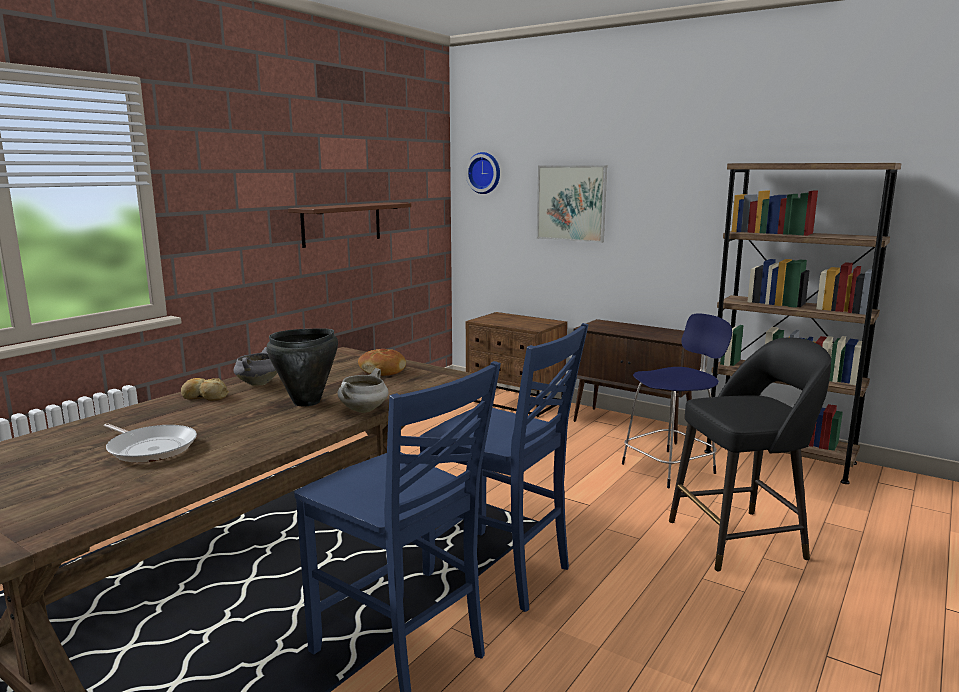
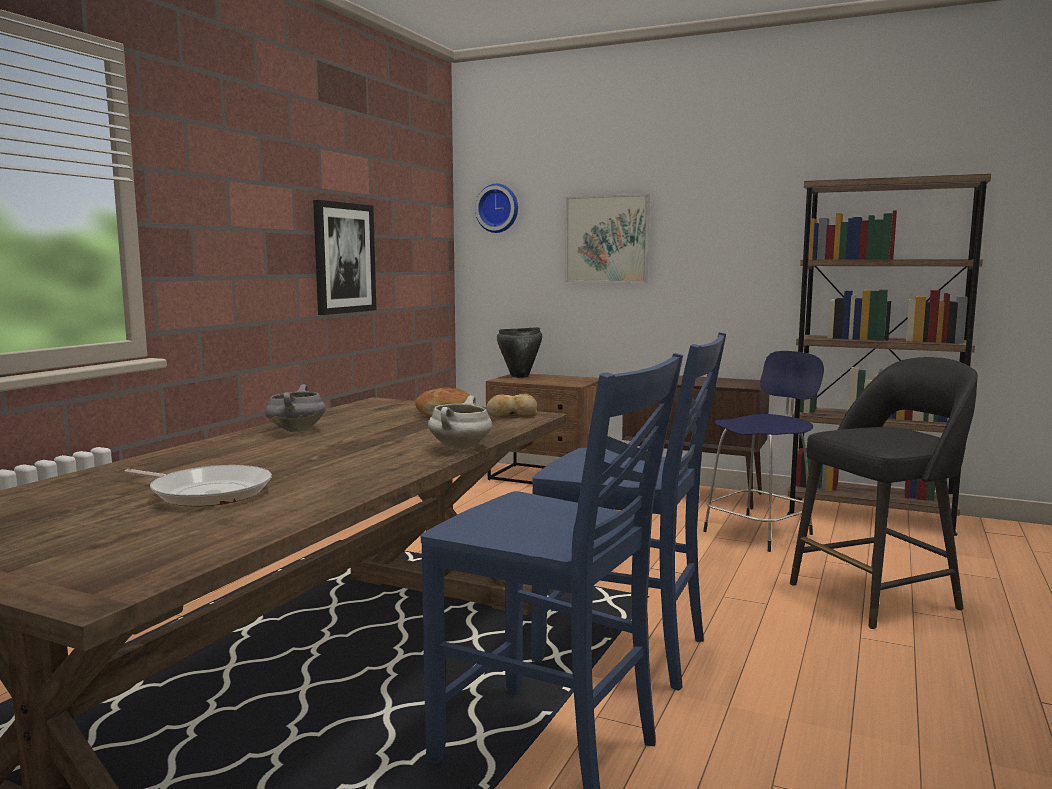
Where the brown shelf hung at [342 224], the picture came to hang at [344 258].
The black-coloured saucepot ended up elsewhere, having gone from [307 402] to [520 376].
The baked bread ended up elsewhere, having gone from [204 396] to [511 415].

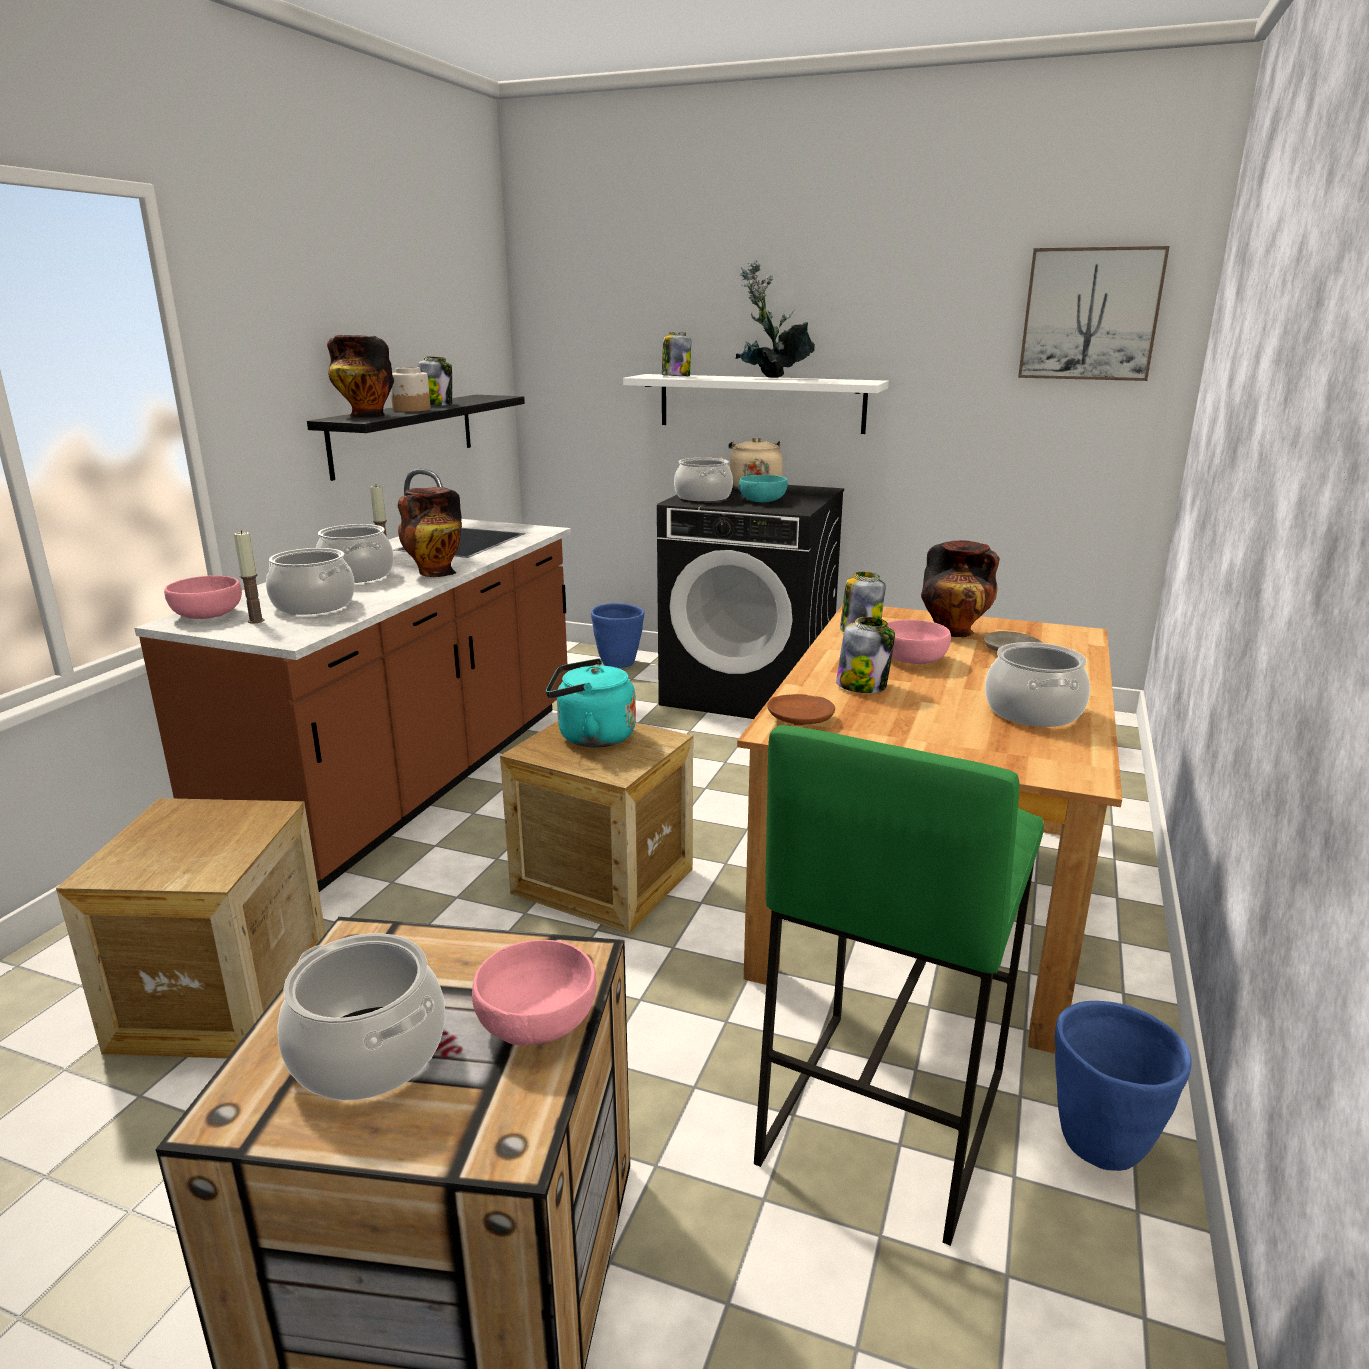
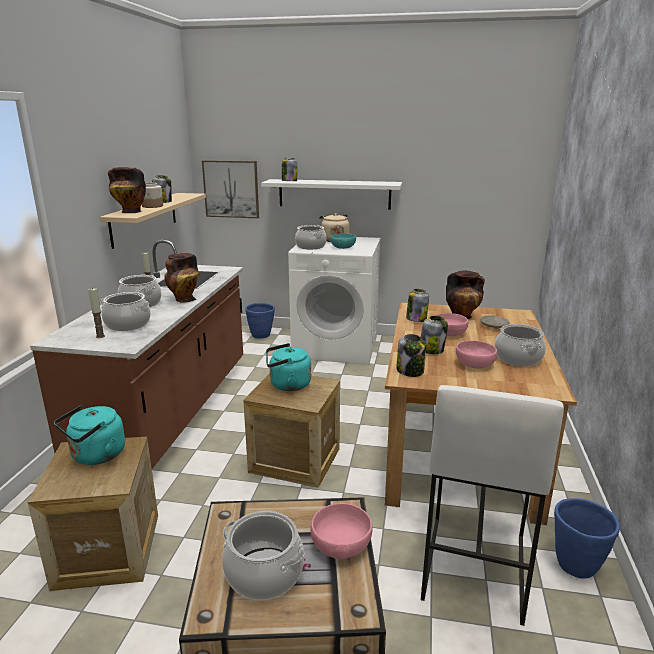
The picture ended up elsewhere, having gone from [1090 314] to [231 189].
The second view lost the houseplant at [770 378].
What was the black-coloured shelf at [404 434] turned into the beige-coloured shelf at [144 218].
What was the black-coloured laundry machine at [750 691] turned into the whitish laundry machine at [336 347].
The pink-coloured serving bowl ended up elsewhere, having gone from [206 615] to [474 364].
Where the brown dinner plate stood at [801 719], the jar came to stand at [410 371].
What was the greenish stool at [881 1114] turned into the whitish stool at [473 566].
The second view gained the turquoise kettle at [96 456].

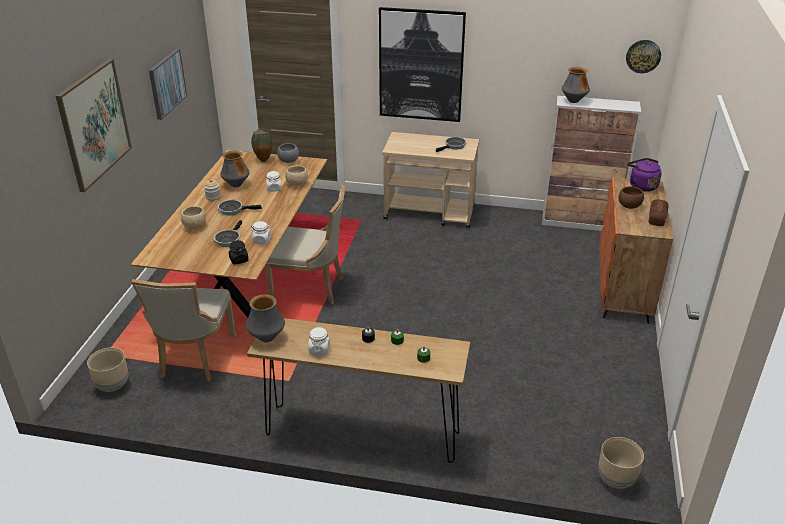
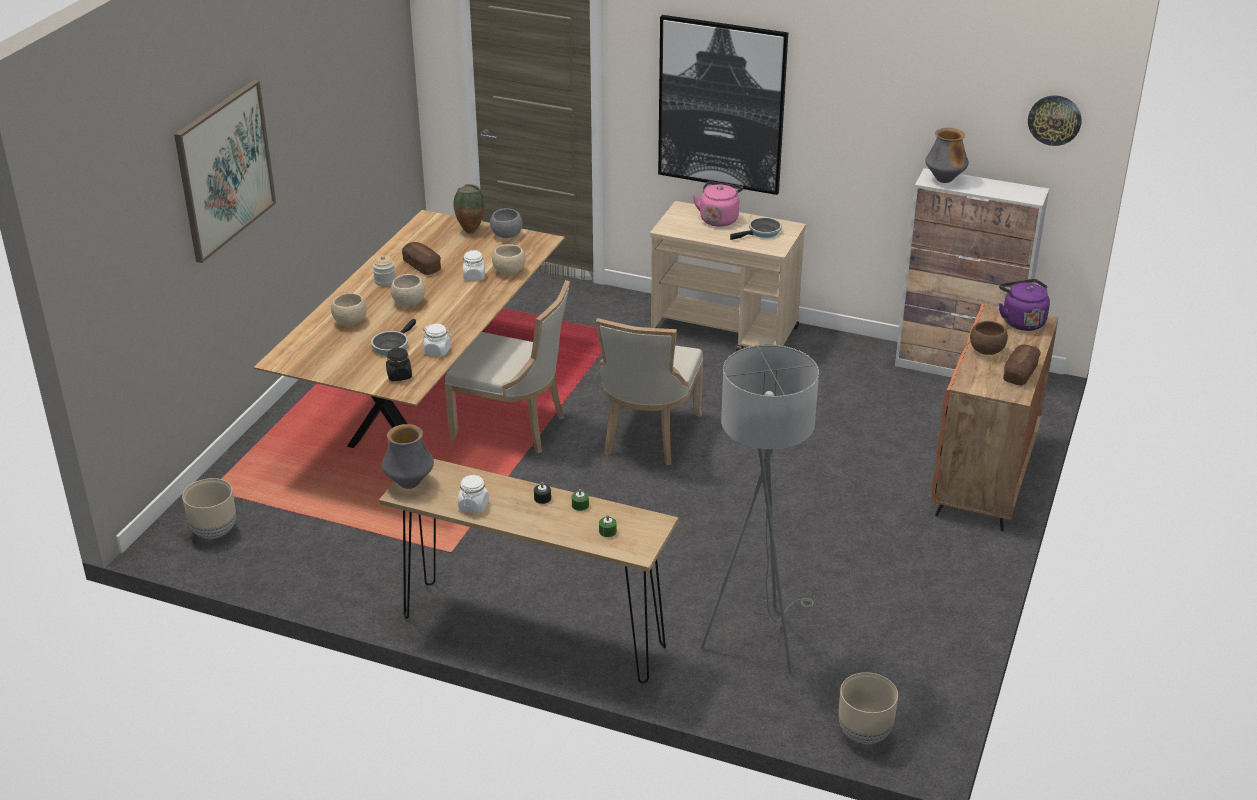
The second view lost the picture at [166 83].
Where the vase stood at [236 185], the baked bread came to stand at [422 266].
Where the frying pan stood at [233 210], the beige-coloured serving bowl came to stand at [408 303].
The beige-coloured plain chair ended up elsewhere, having gone from [194 358] to [647 436].
The second view gained the pink-coloured kettle at [719 219].
The second view gained the gray floor lamp at [757 637].

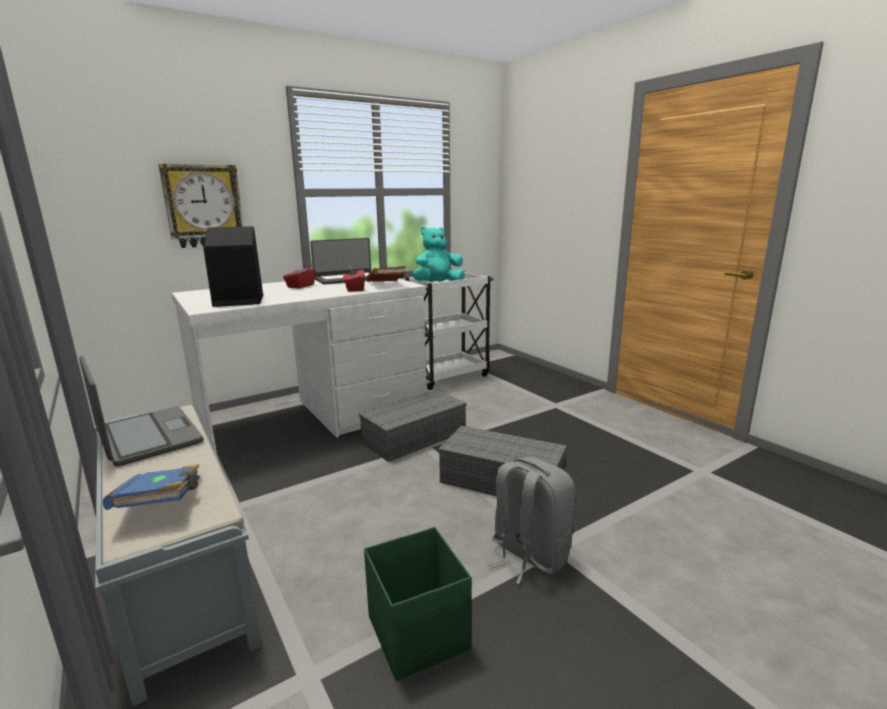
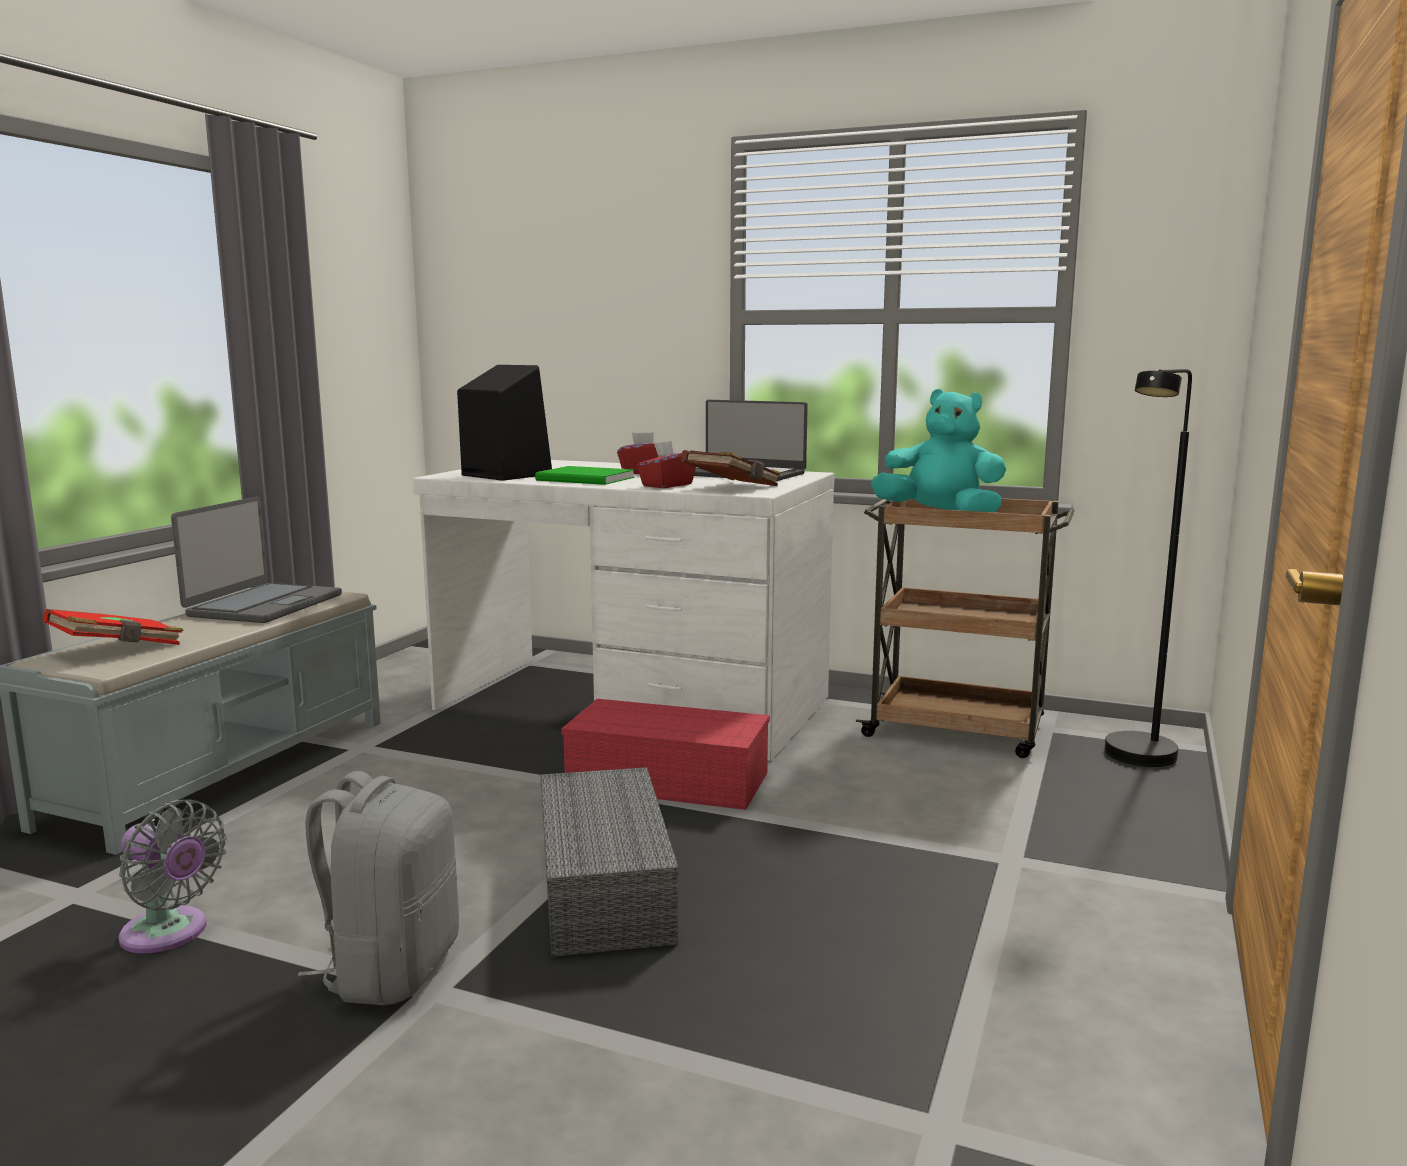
The second view lost the hanging clock at [204 206].
What was the whitish wheeled cart at [448 376] turned into the brown wheeled cart at [958 730].
What was the gray storage container at [415 436] turned into the red storage container at [671 779].
What was the blue-coloured bound book at [163 503] turned into the red bound book at [118 649].
Where the greenish storage container stood at [418 632], the gray cooling fan came to stand at [169 934].
The second view gained the black-coloured floor lamp at [1136 760].
The second view gained the greenish bound book at [586 479].

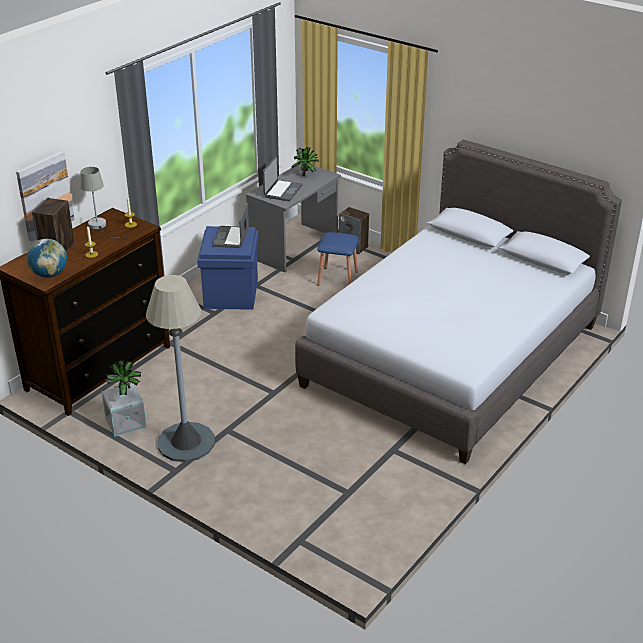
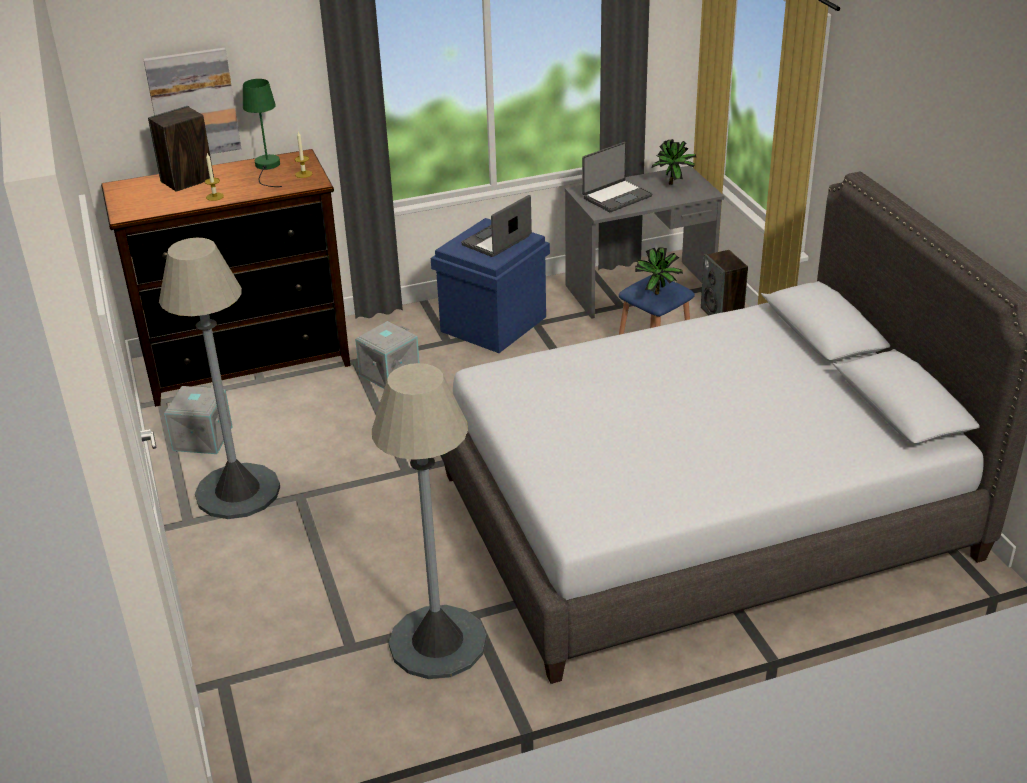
What was the gray tabletop lamp at [100 227] turned into the greenish tabletop lamp at [267 167].
The second view lost the desk globe at [49 274].
The houseplant ended up elsewhere, having gone from [126 394] to [659 295].
The second view gained the gray storage container at [389 373].
The second view gained the gray floor lamp at [437 643].

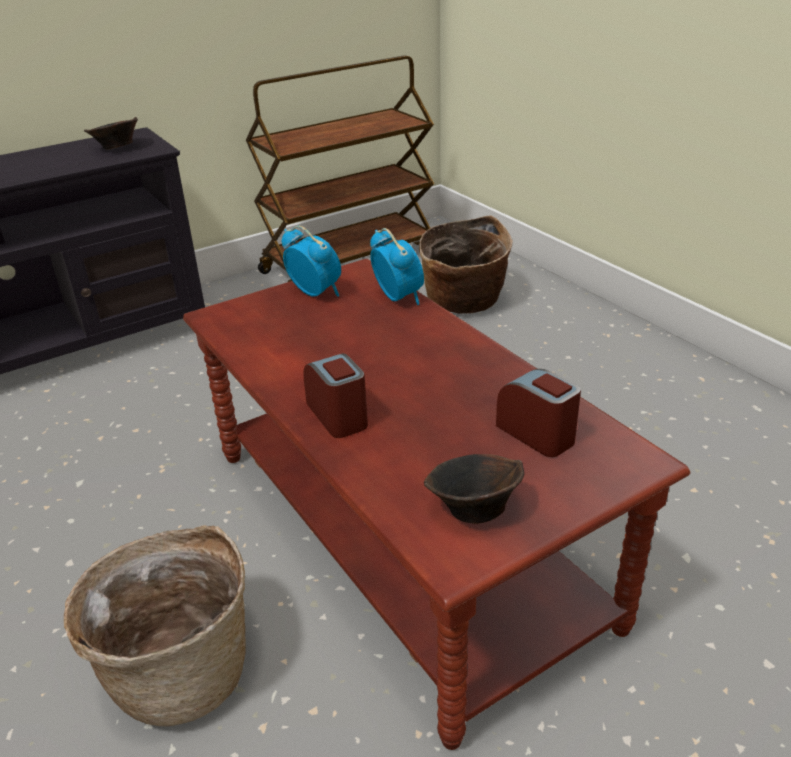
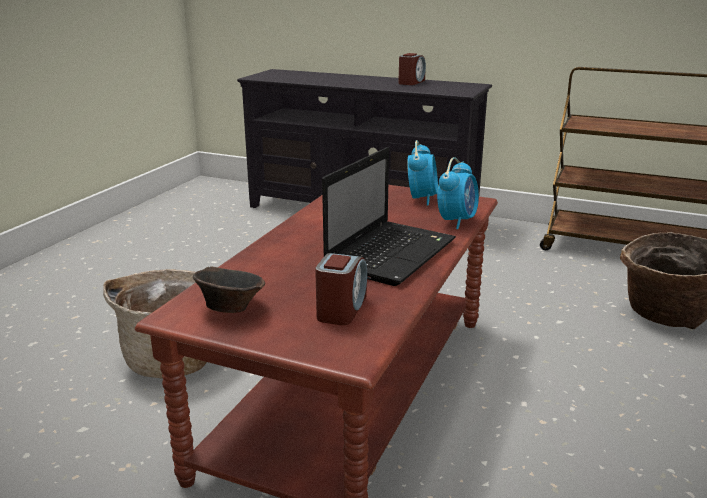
The second view lost the brown serving bowl at [116 148].
The bedside clock ended up elsewhere, having gone from [338 415] to [411 82].
The second view gained the laptop at [391 253].

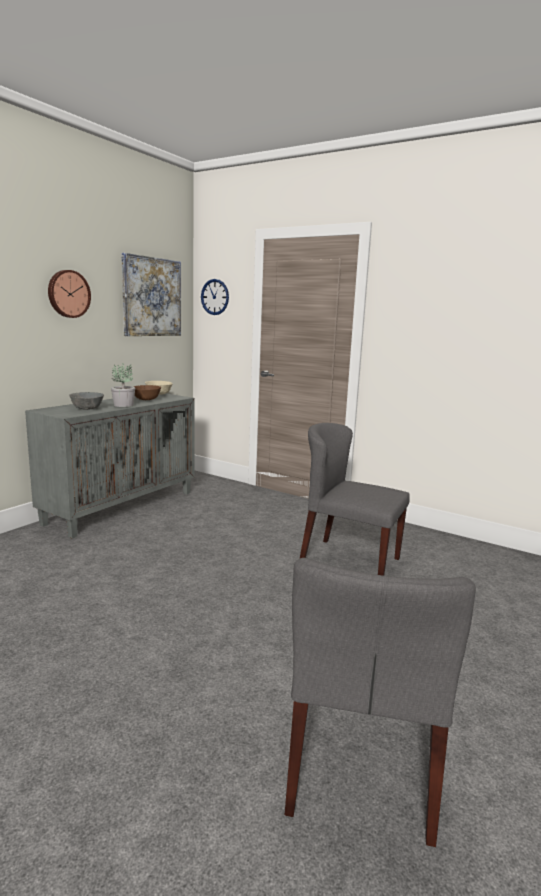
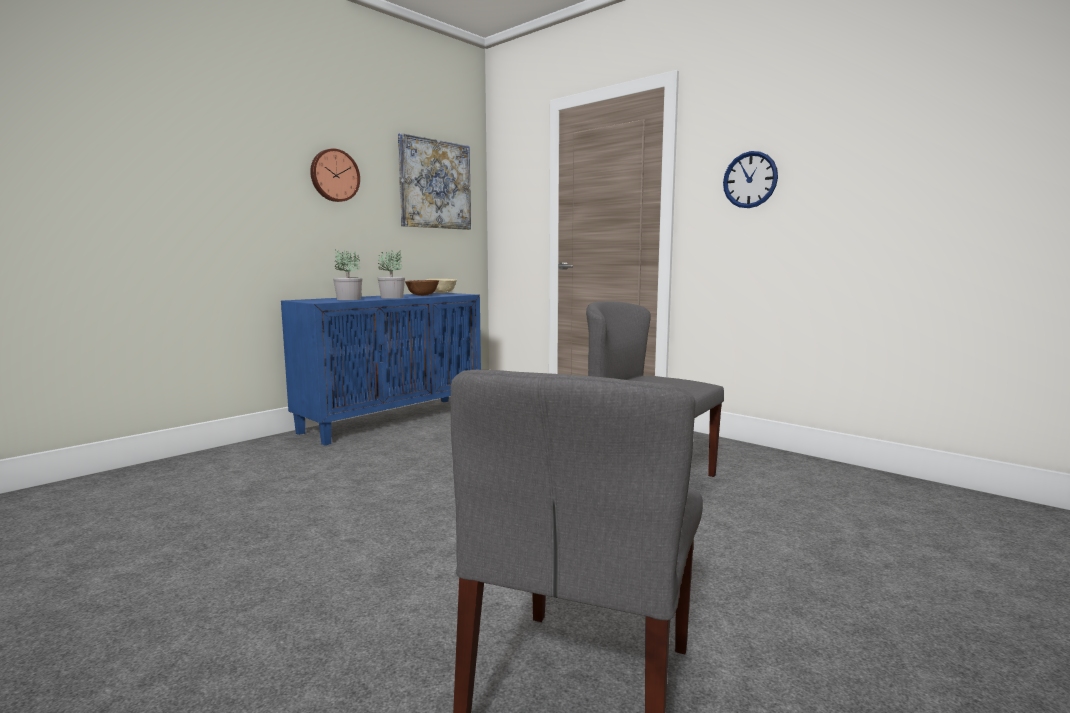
The hanging clock ended up elsewhere, having gone from [215 297] to [750 180].
Where the gray serving bowl stood at [87 409], the houseplant came to stand at [348 299].
What was the gray storage cabinet at [122 507] turned into the blue-coloured storage cabinet at [393 419].

